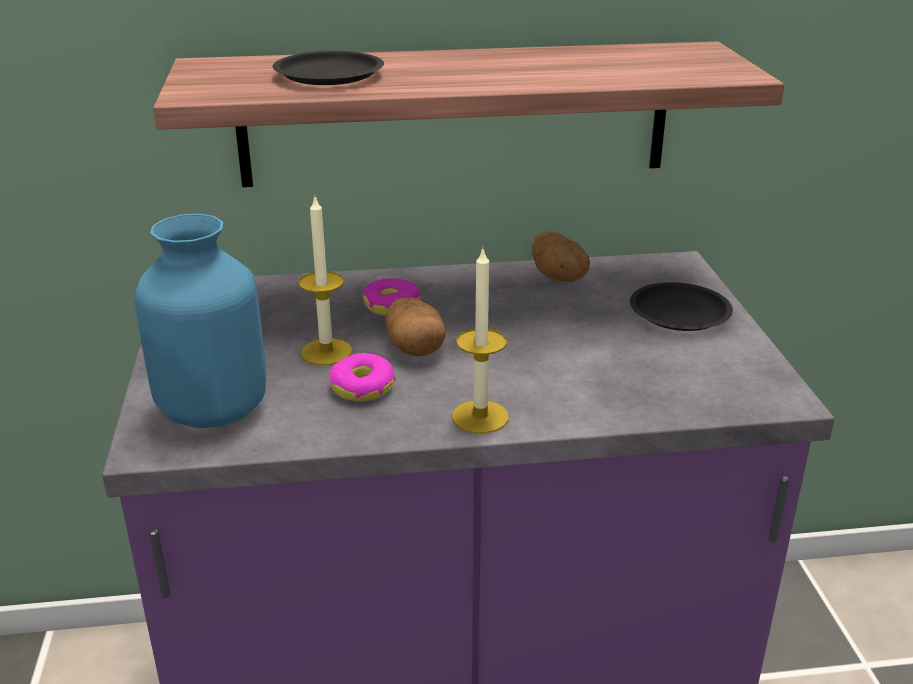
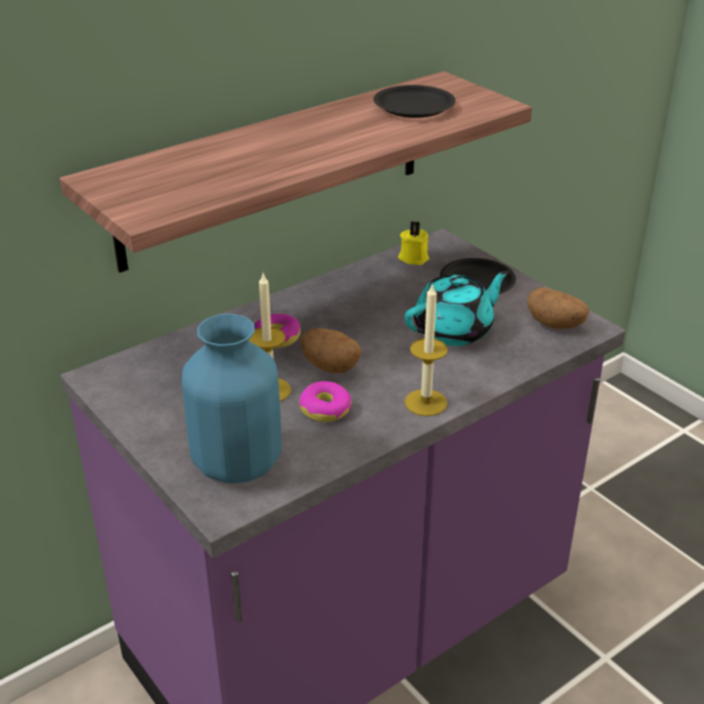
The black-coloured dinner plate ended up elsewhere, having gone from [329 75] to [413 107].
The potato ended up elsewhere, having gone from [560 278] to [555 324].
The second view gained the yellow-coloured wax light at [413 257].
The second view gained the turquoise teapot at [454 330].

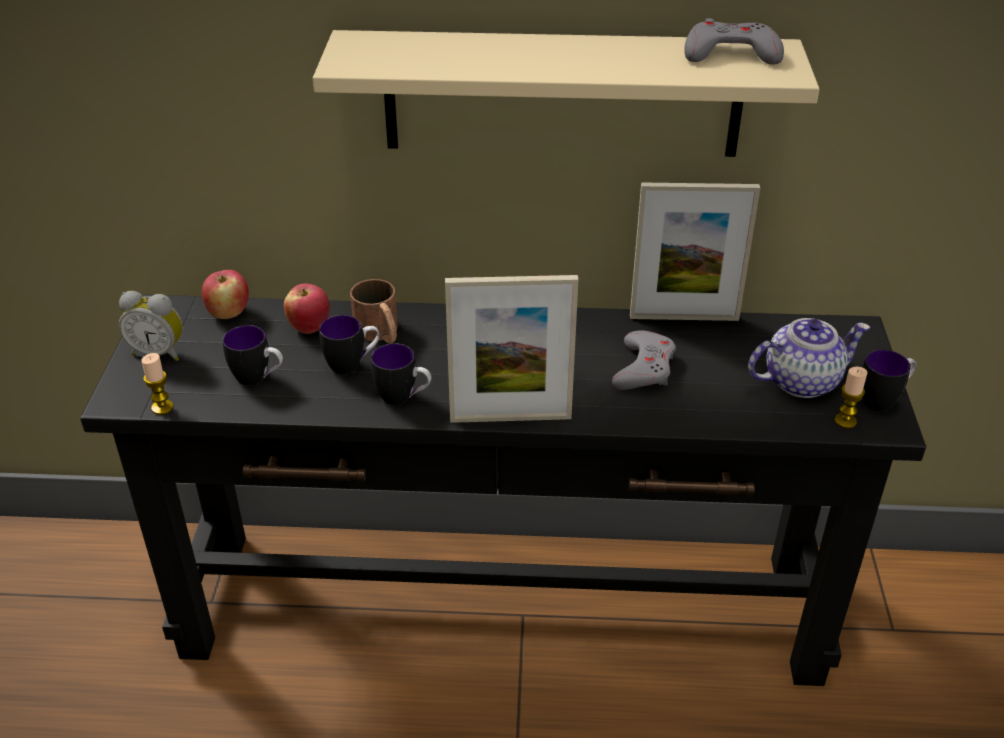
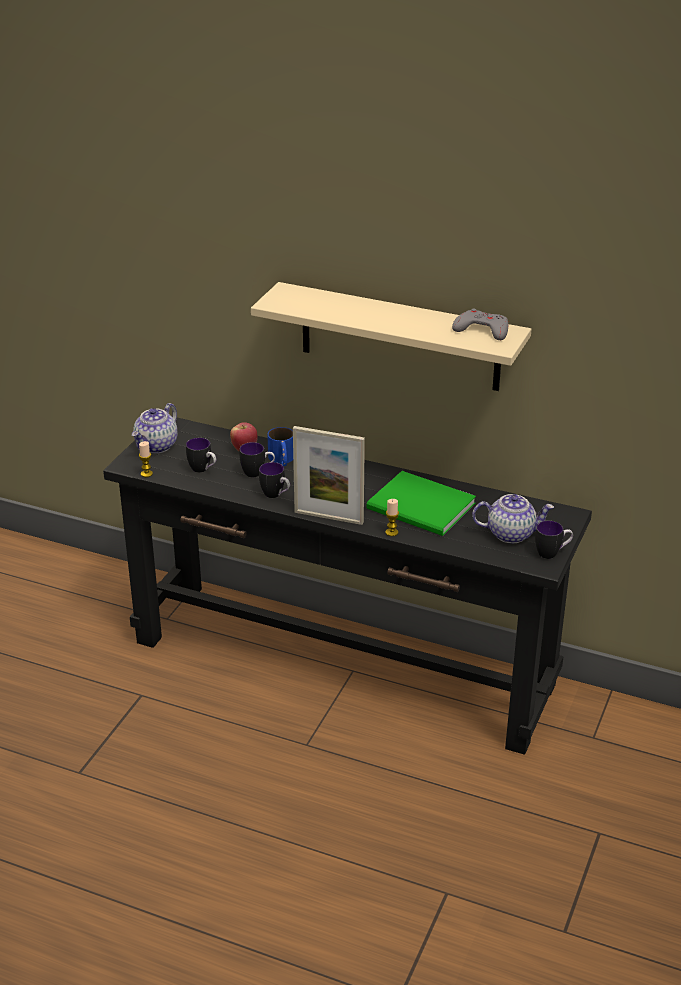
The second view lost the photo frame at [684 317].
The second view lost the apple fruit at [228 313].
What was the brown mug at [380 333] turned into the blue-coloured mug at [282 460].
Where the bedside clock stood at [159 352], the teapot came to stand at [157 446].
Where the gray joypad stood at [644 368], the greenish bound book came to stand at [422 508].
The wax light ended up elsewhere, having gone from [845 421] to [391 532].

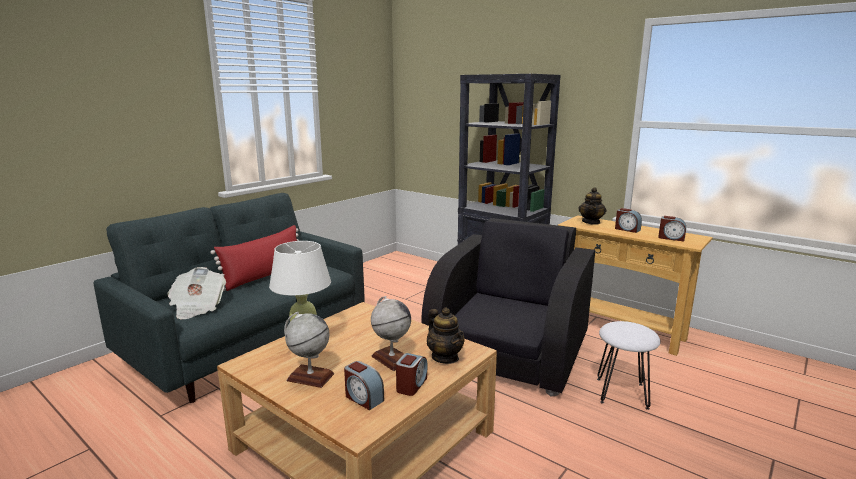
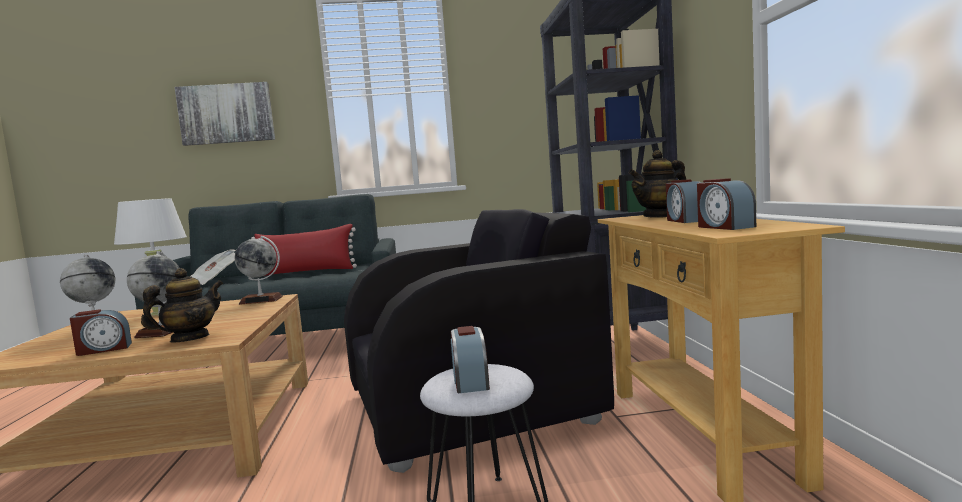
The teapot at [445 357] ended up facing another way, 150 degrees counterclockwise from before.
The bedside clock ended up elsewhere, having gone from [363 398] to [470 381].
The second view gained the picture at [226 114].
The second view gained the desk globe at [261 300].

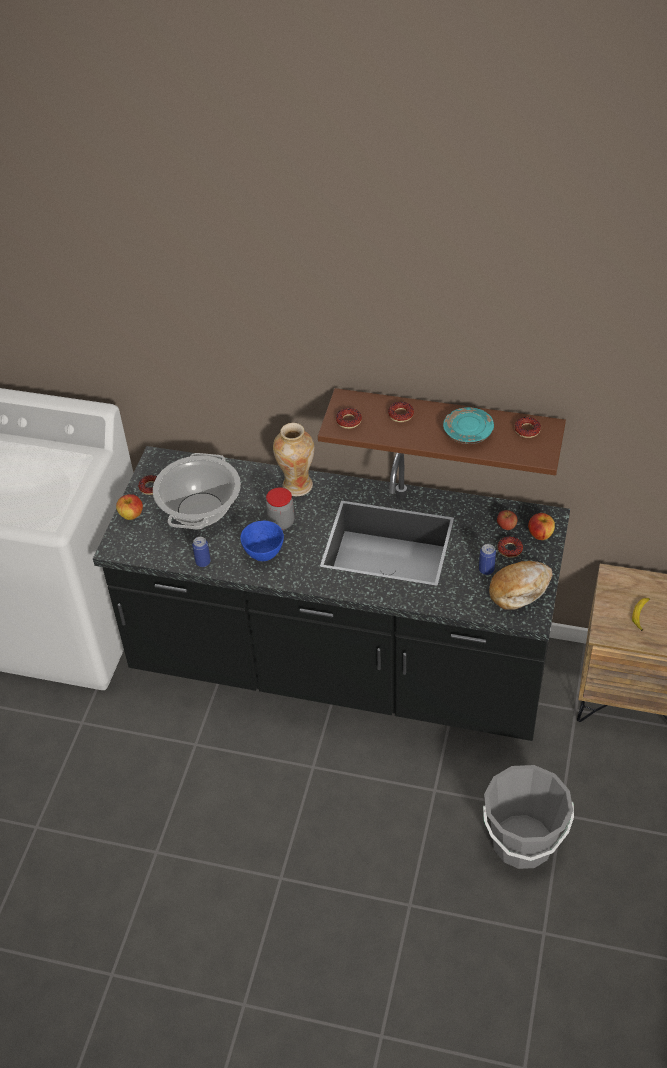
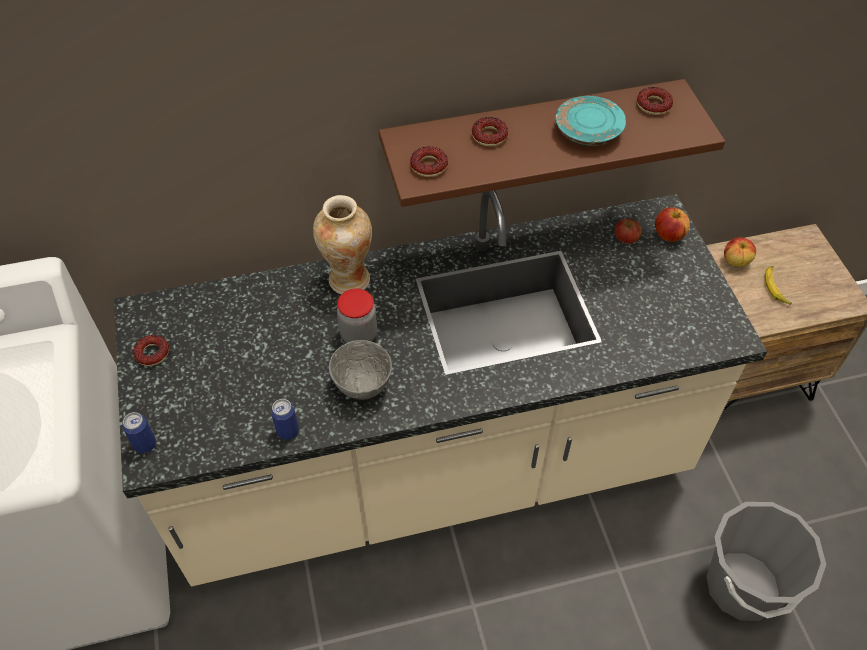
What was the black-coloured kitchen base unit at [340 667] turned into the beige-coloured kitchen base unit at [433 469].
The second view lost the saucepot at [200 510].
The apple fruit ended up elsewhere, having gone from [131 515] to [735 261].
What was the blue-coloured serving bowl at [263 554] turned into the gray serving bowl at [361 387].
The second view lost the ring doughnut at [509 549].
The can ended up elsewhere, having gone from [486 570] to [145 444].
The second view lost the baked bread at [519 589].

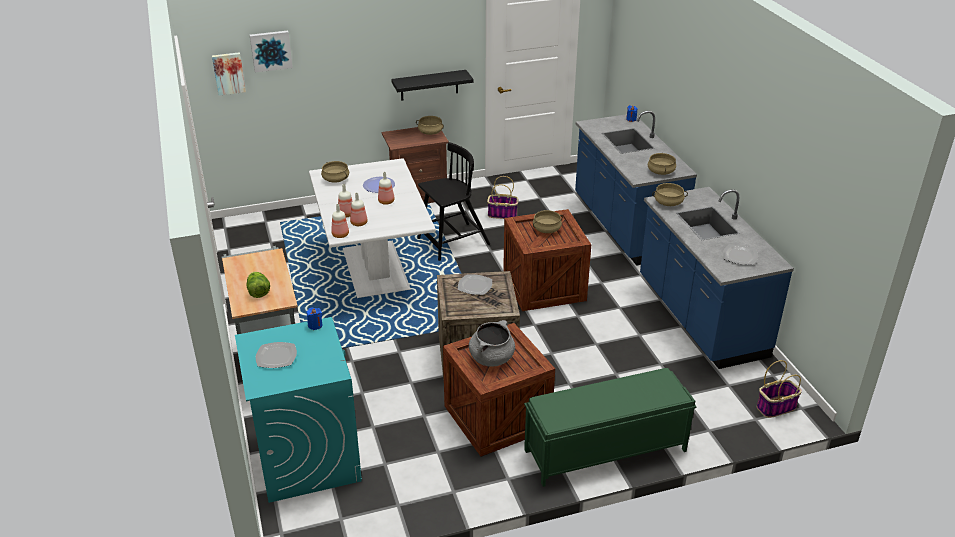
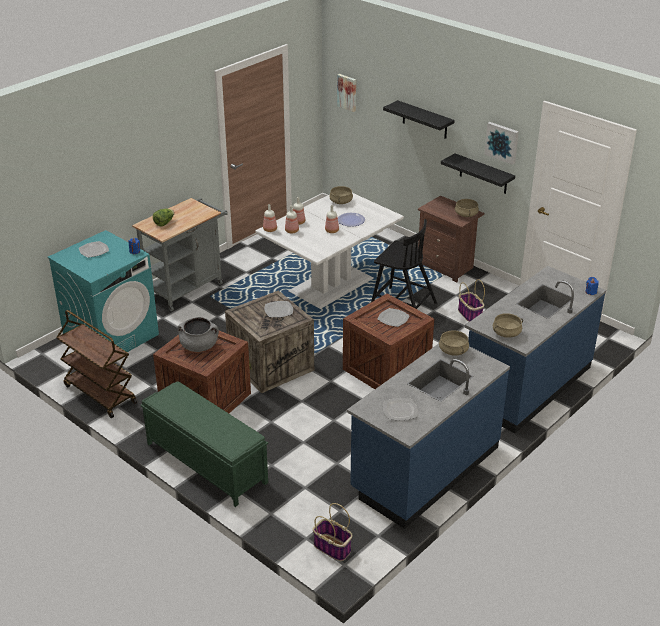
The picture ended up elsewhere, having gone from [271 50] to [502 142].
Where the beige-coloured saucepot stood at [546 229], the dinner plate came to stand at [393 318].
The second view gained the black-coloured shelf at [425 120].
The second view gained the brown wheeled cart at [99 394].

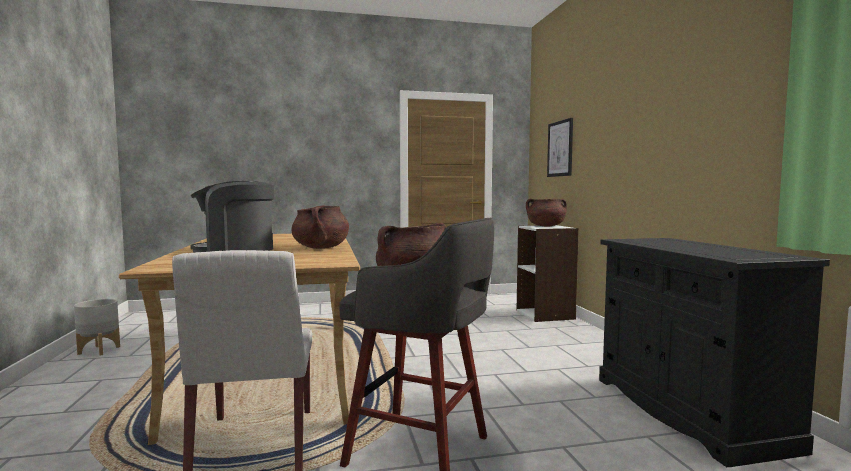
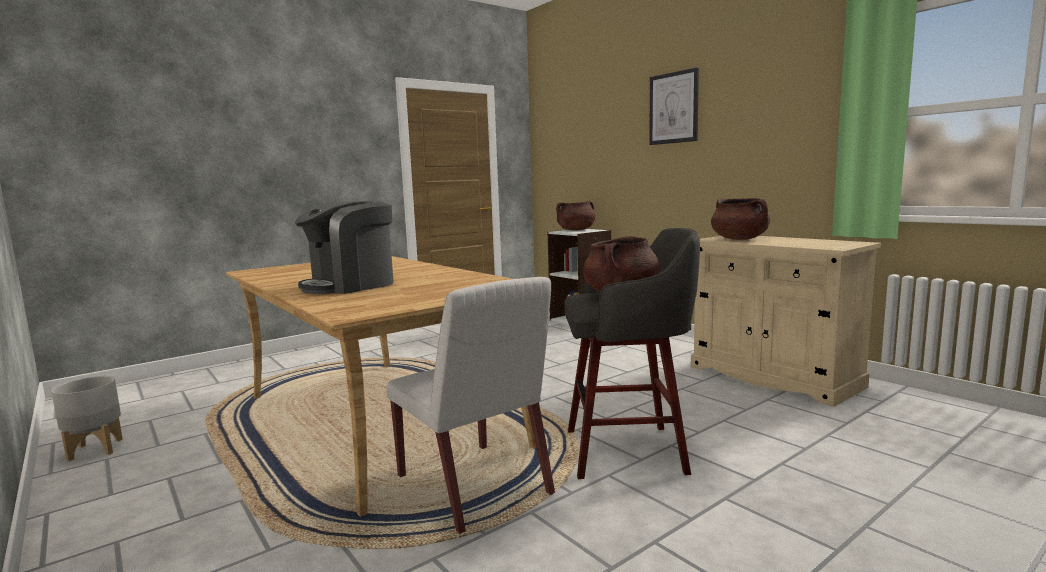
The picture ended up elsewhere, having gone from [560 148] to [673 108].
The brown saucepot ended up elsewhere, having gone from [321 248] to [740 239].
What was the black-coloured storage cabinet at [687 411] turned into the beige-coloured storage cabinet at [773 377].

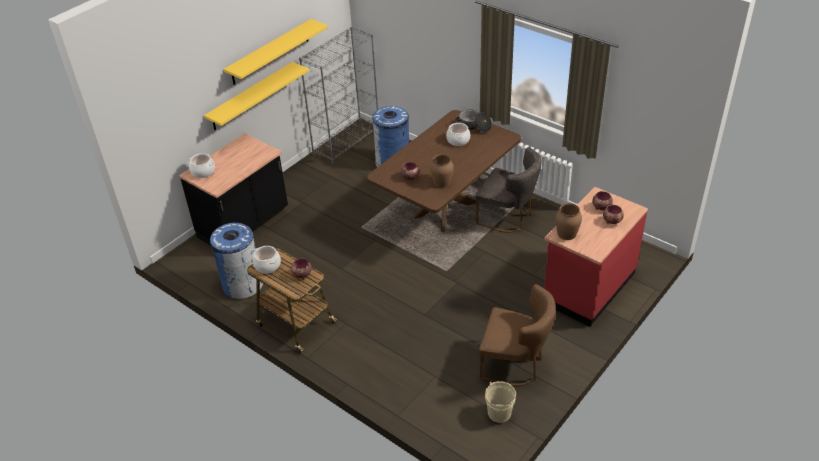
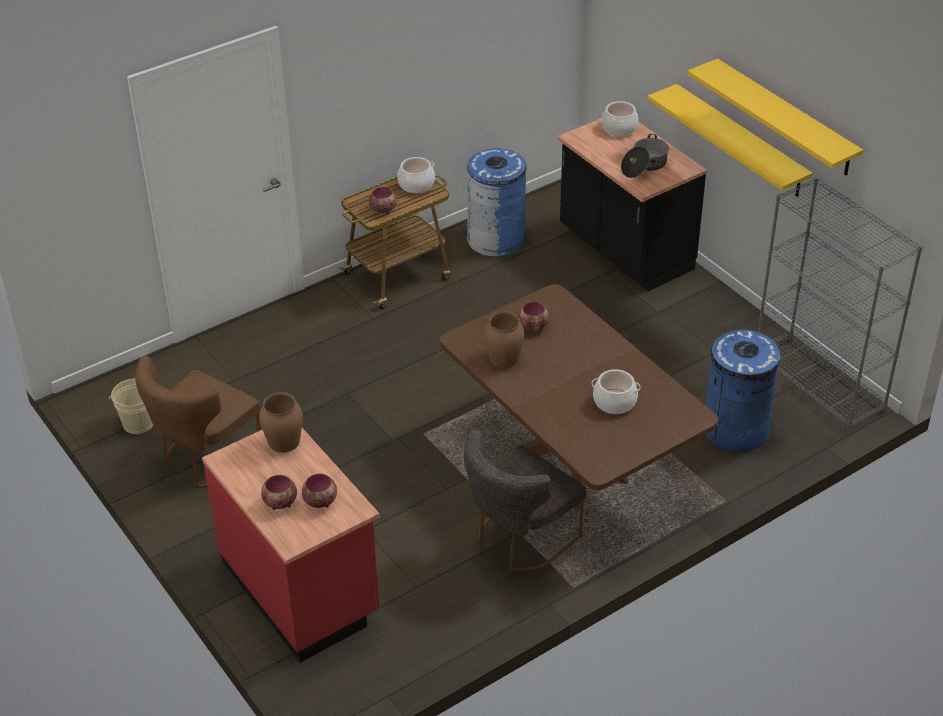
The saucepot ended up elsewhere, having gone from [474 126] to [644 166].

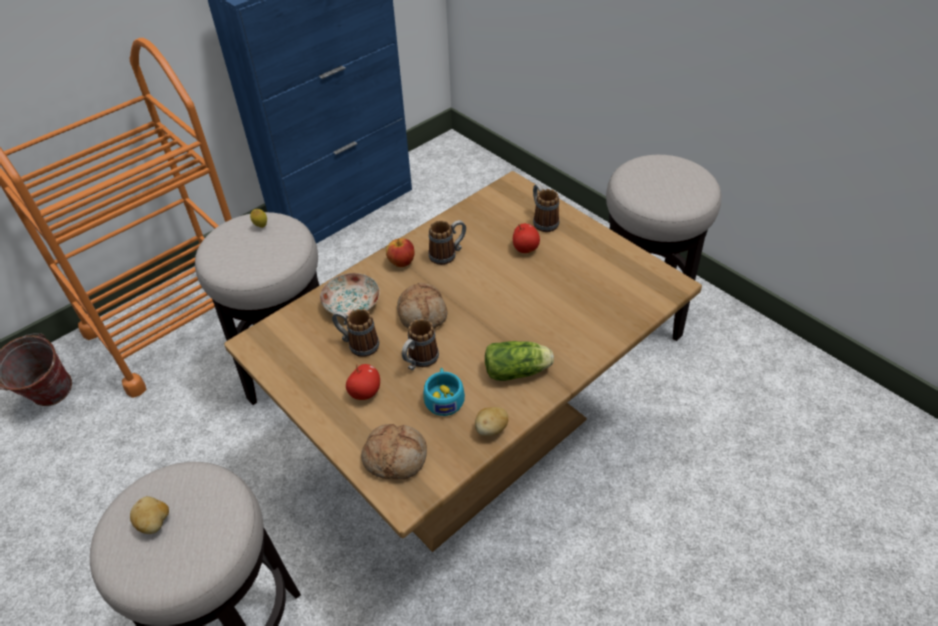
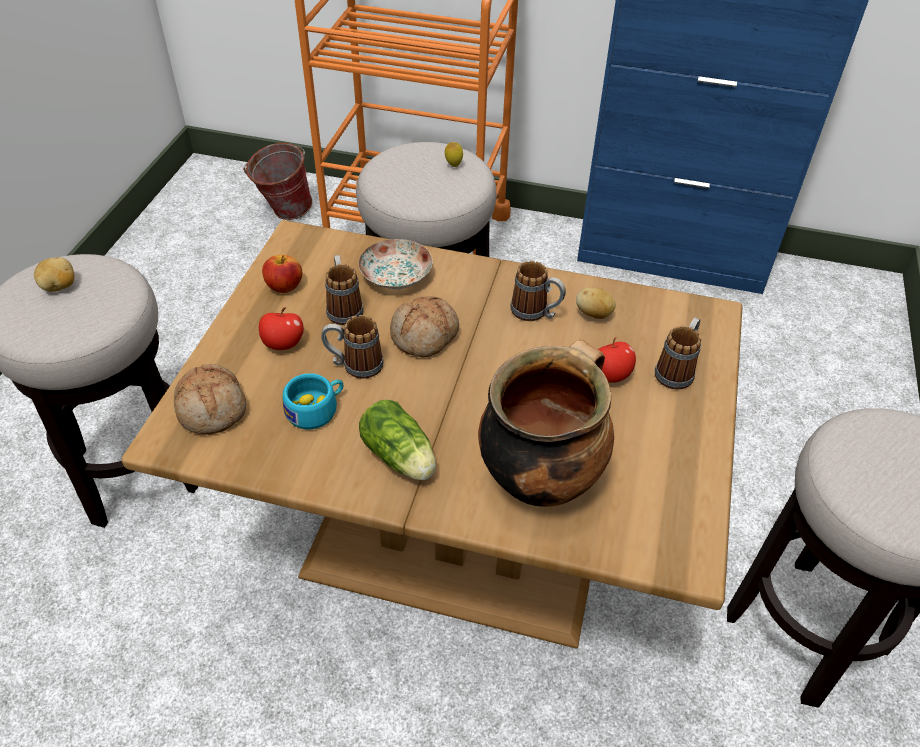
The apple fruit ended up elsewhere, having gone from [401 262] to [284 287].
The potato ended up elsewhere, having gone from [491 429] to [593 314].
The second view gained the saucepot at [540 477].

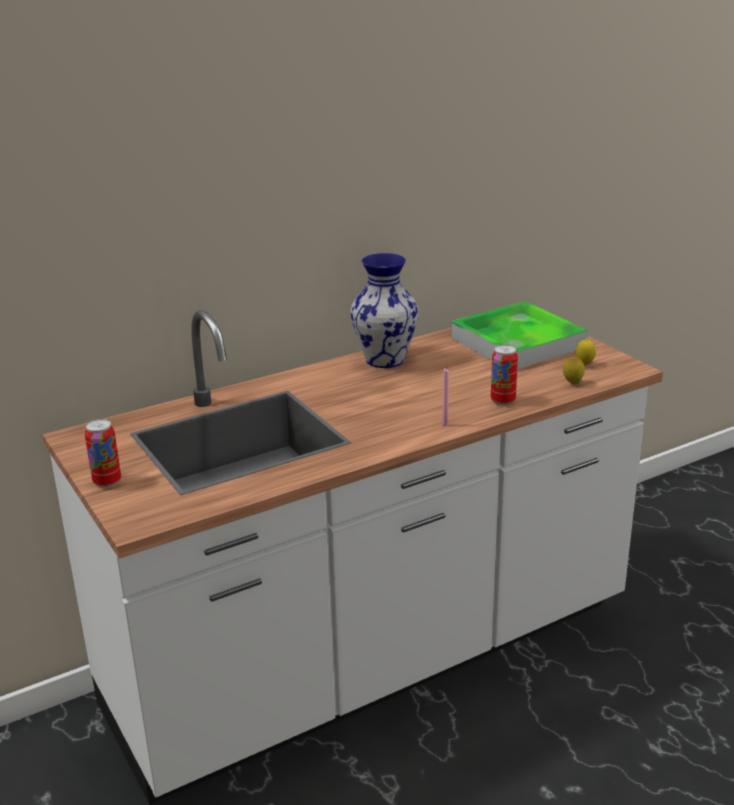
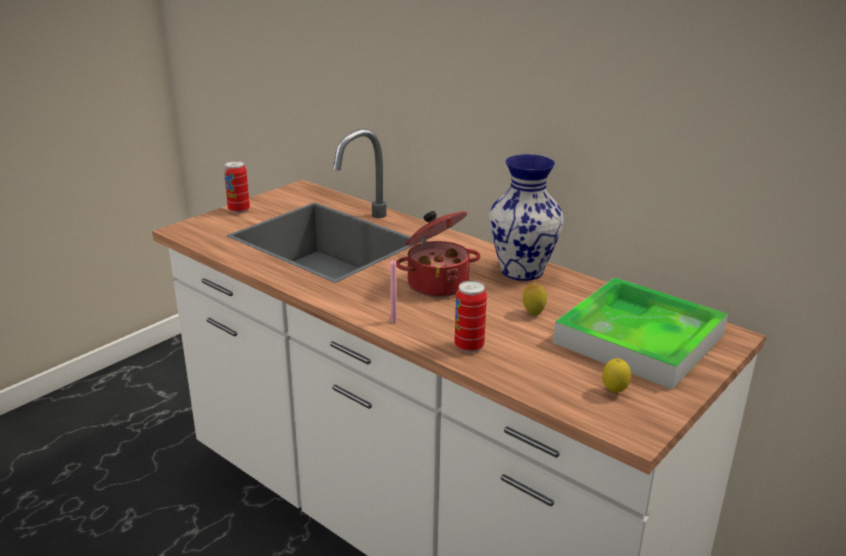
The whole lemon ended up elsewhere, having gone from [572 383] to [533 313].
The second view gained the saucepot at [437 284].

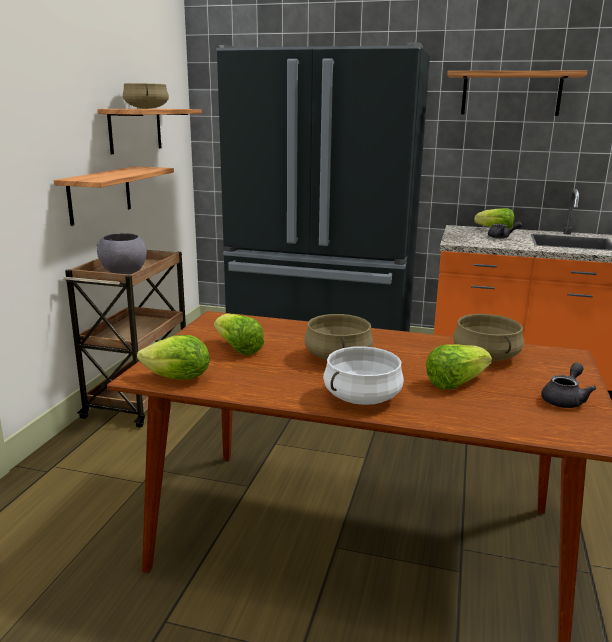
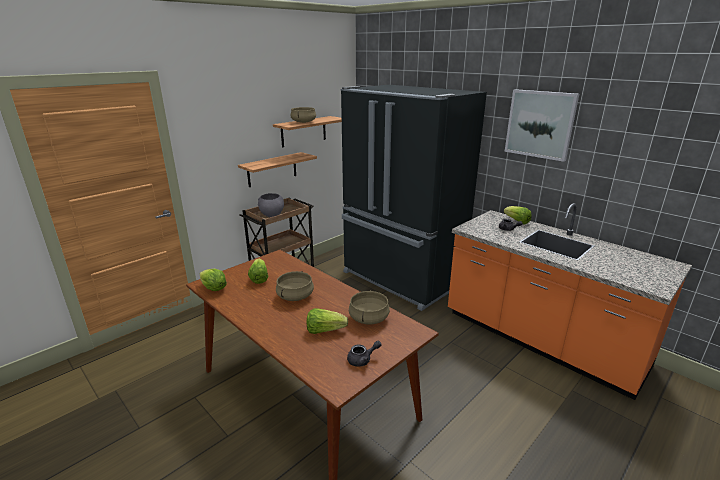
Where the shelf hung at [511 94], the picture came to hang at [540 124].
The second view lost the whitish saucepot at [361 397].

